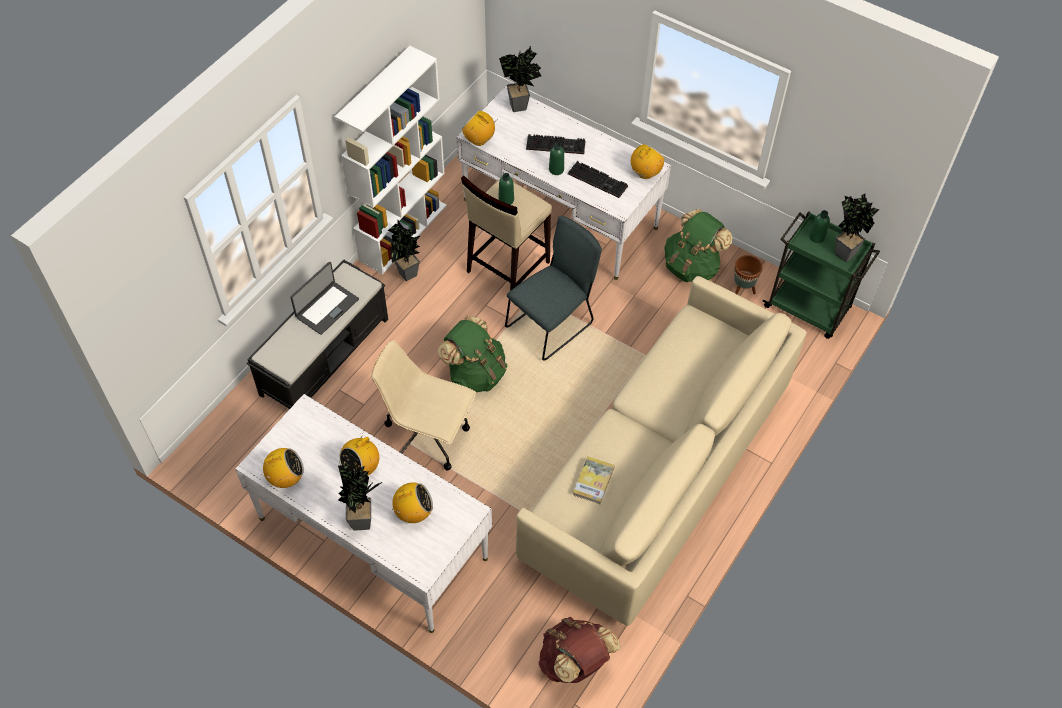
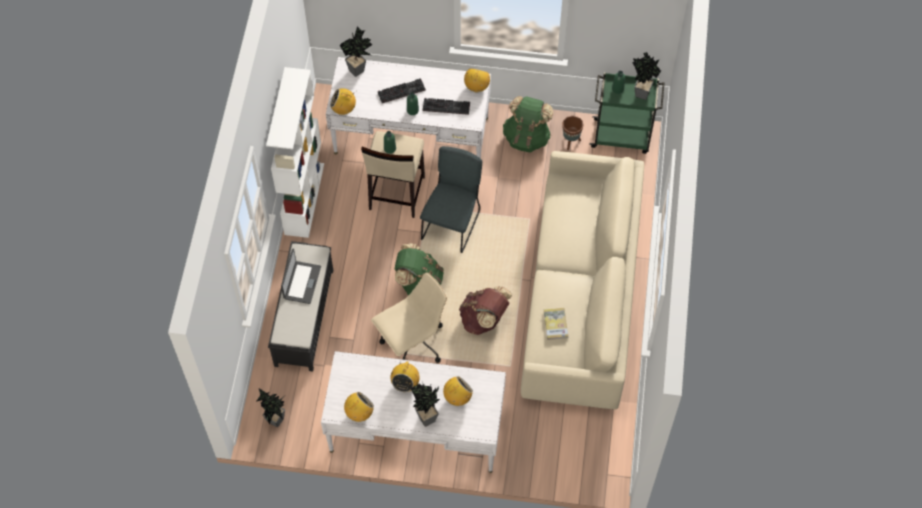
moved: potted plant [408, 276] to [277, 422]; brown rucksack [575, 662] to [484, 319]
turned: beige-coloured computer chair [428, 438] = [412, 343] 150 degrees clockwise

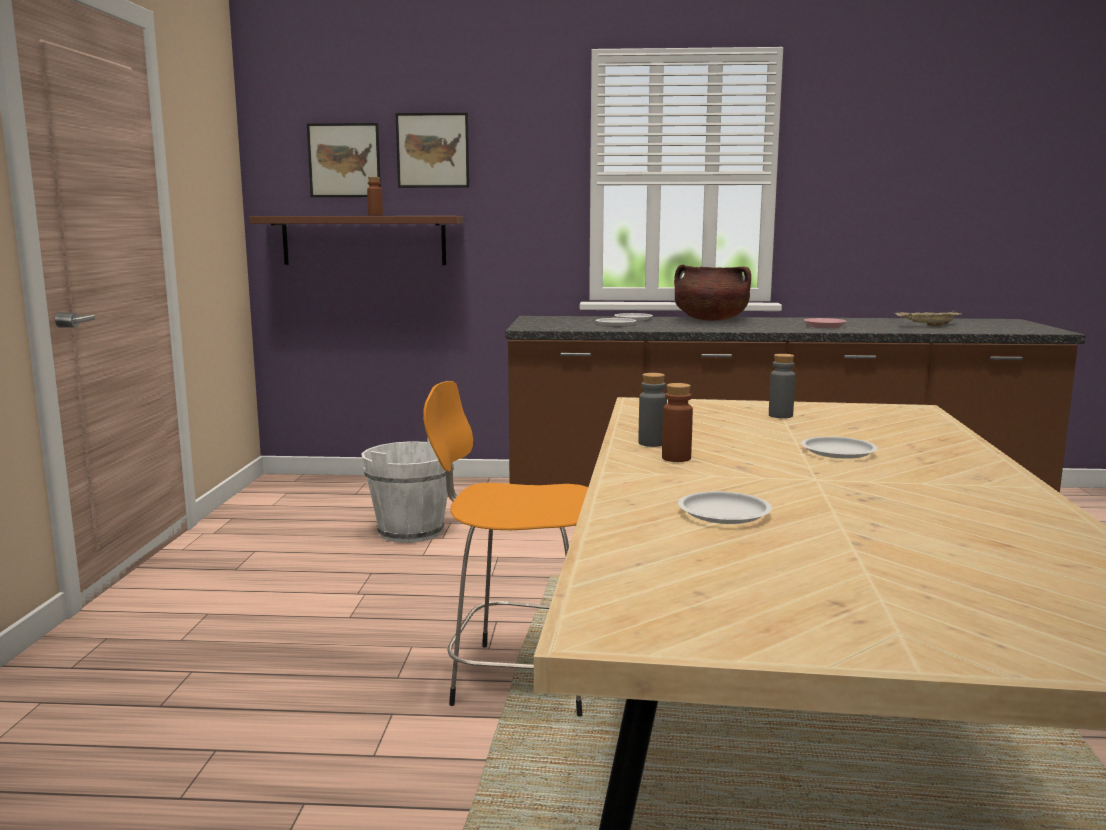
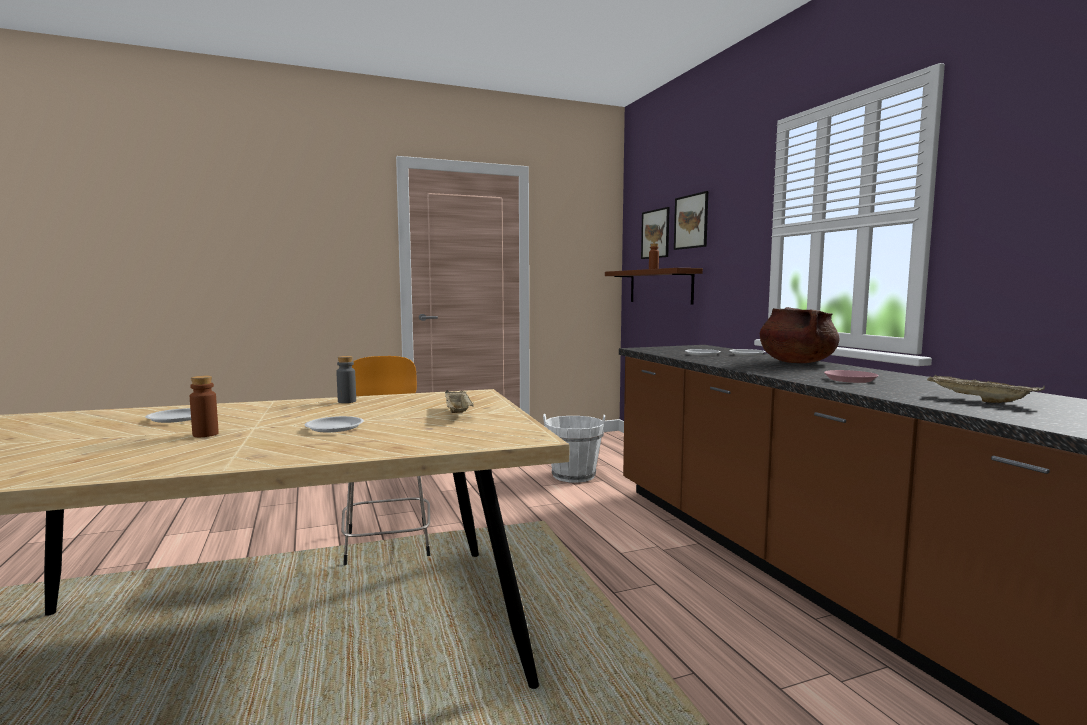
moved: brown drink bottle [676, 458] to [205, 434]
replaced: gray drink bottle [780, 416] to beige-coloured tray [458, 413]

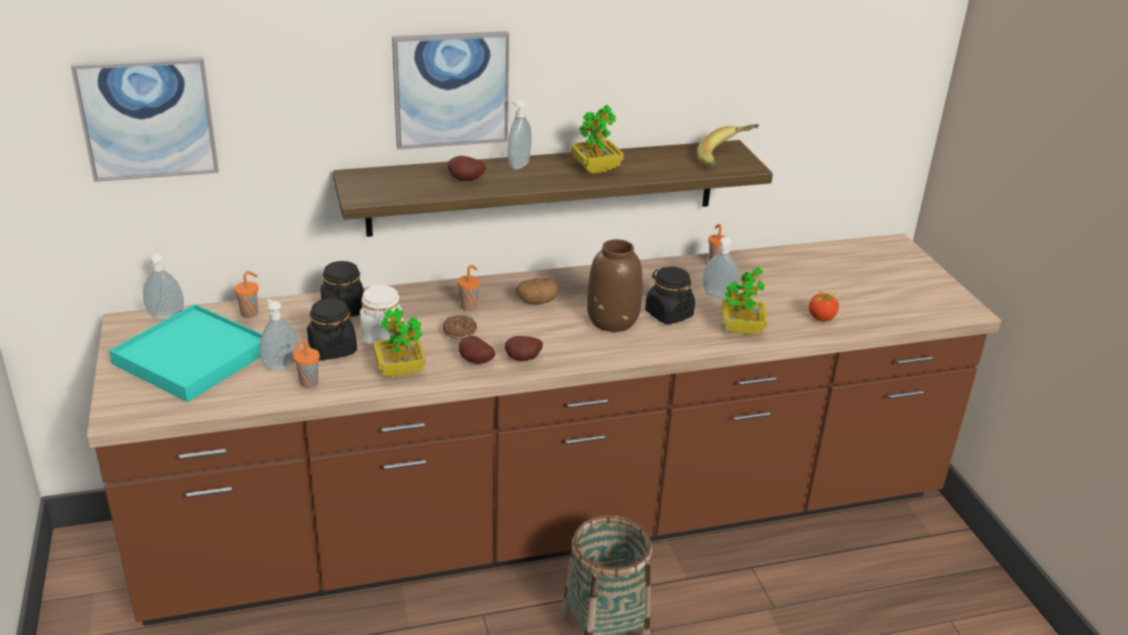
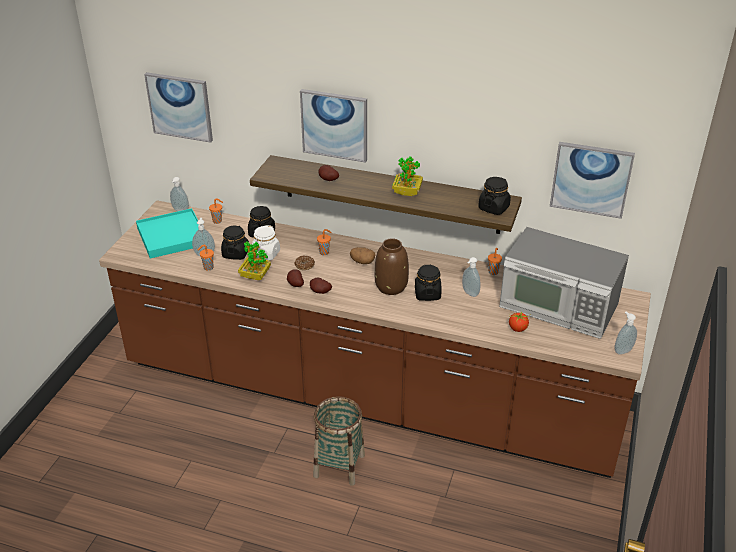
removed: potted plant [742, 329]
added: microwave oven [558, 306]; wall art [591, 179]
moved: liquid soap bottle [517, 165] to [622, 350]
replaced: banana [726, 159] to blackish storage jar [493, 208]

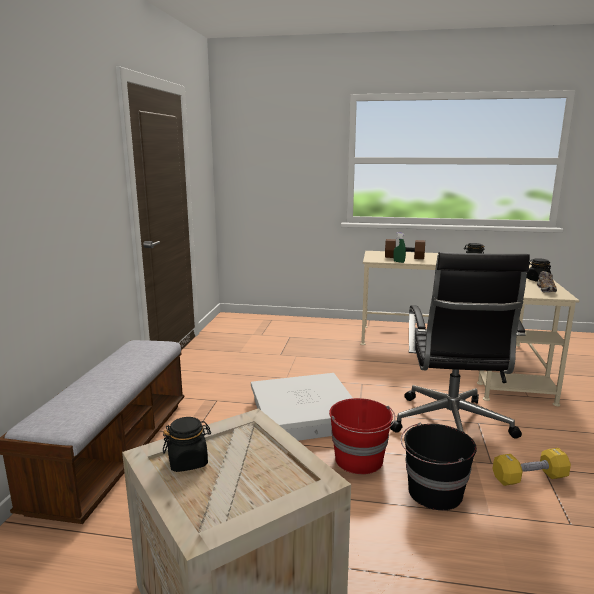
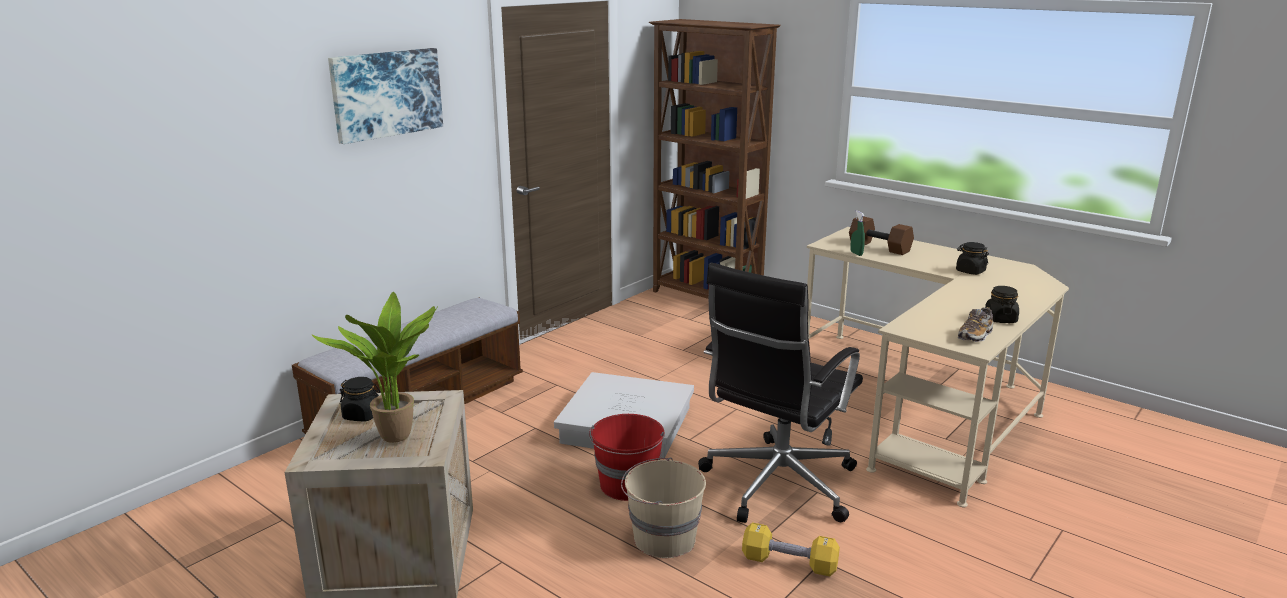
added: potted plant [400, 438]; wall art [386, 94]; brown shelving unit [706, 298]
recoloured: blackish water bucket [434, 493] to beige-coloured water bucket [663, 539]

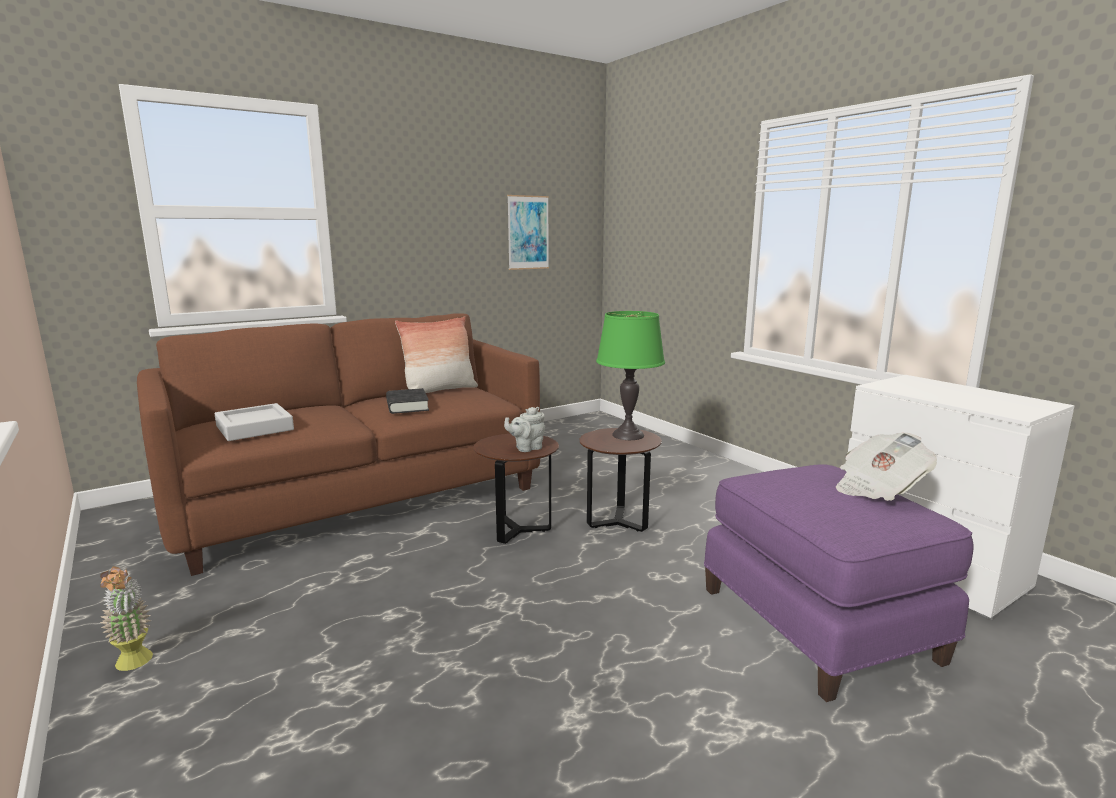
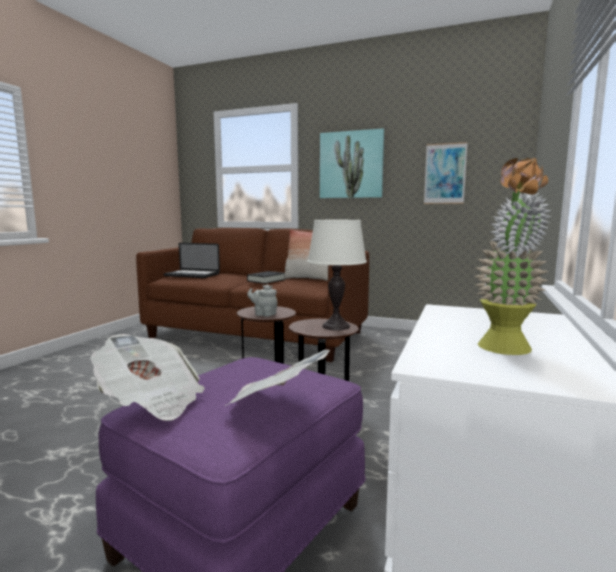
added: newspaper [151, 400]; wall art [351, 165]
moved: potted plant [135, 665] to [506, 351]
replaced: gray tray [254, 428] to portable computer [192, 275]
recoloured: green-coloured table lamp [627, 435] to white-coloured table lamp [336, 326]

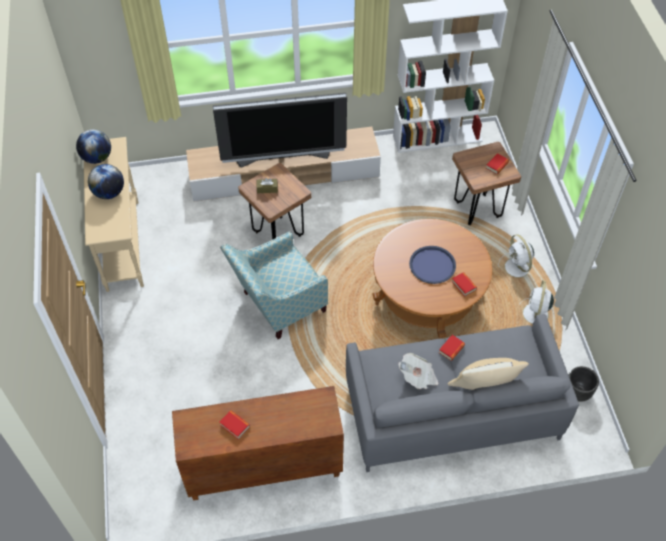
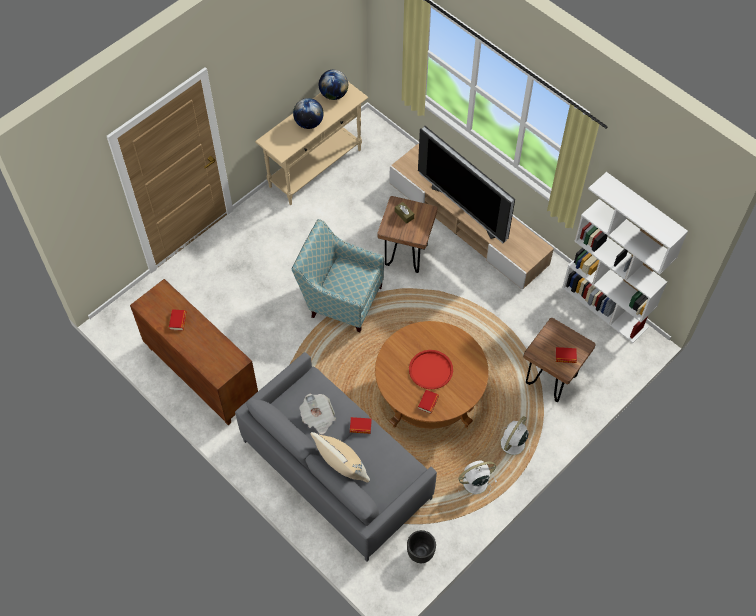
recoloured: blue tray [432, 265] to red tray [430, 370]

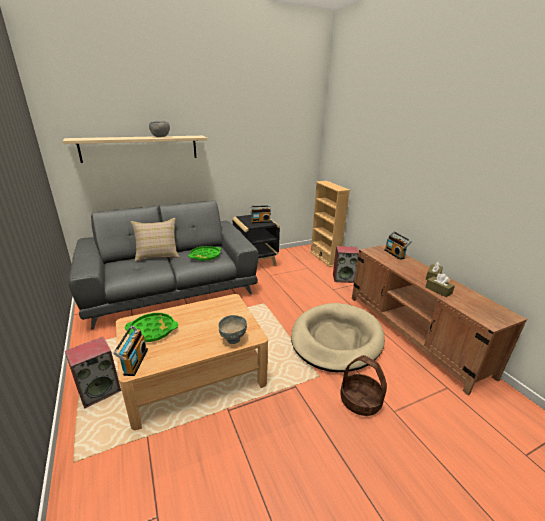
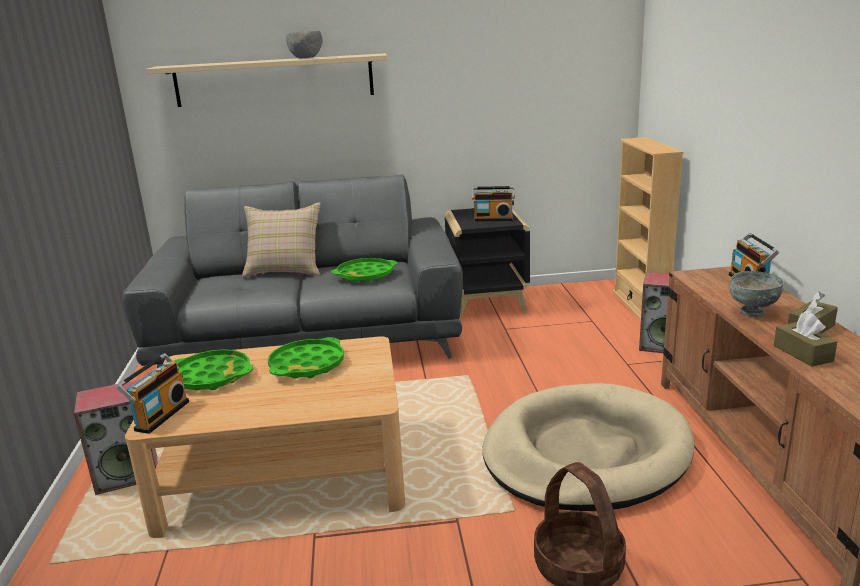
added: green-coloured tray [307, 365]
moved: gray serving bowl [233, 340] to [752, 313]

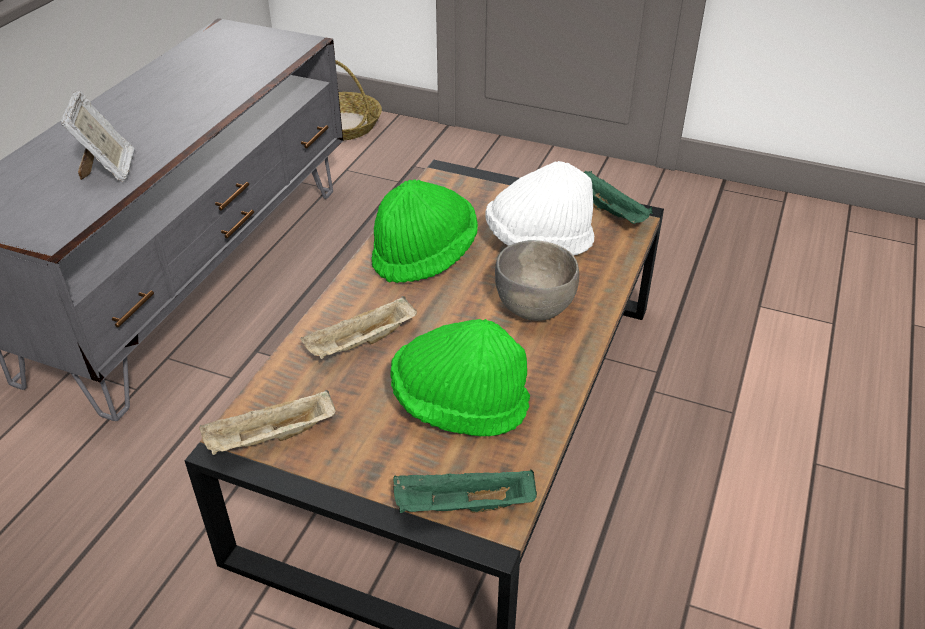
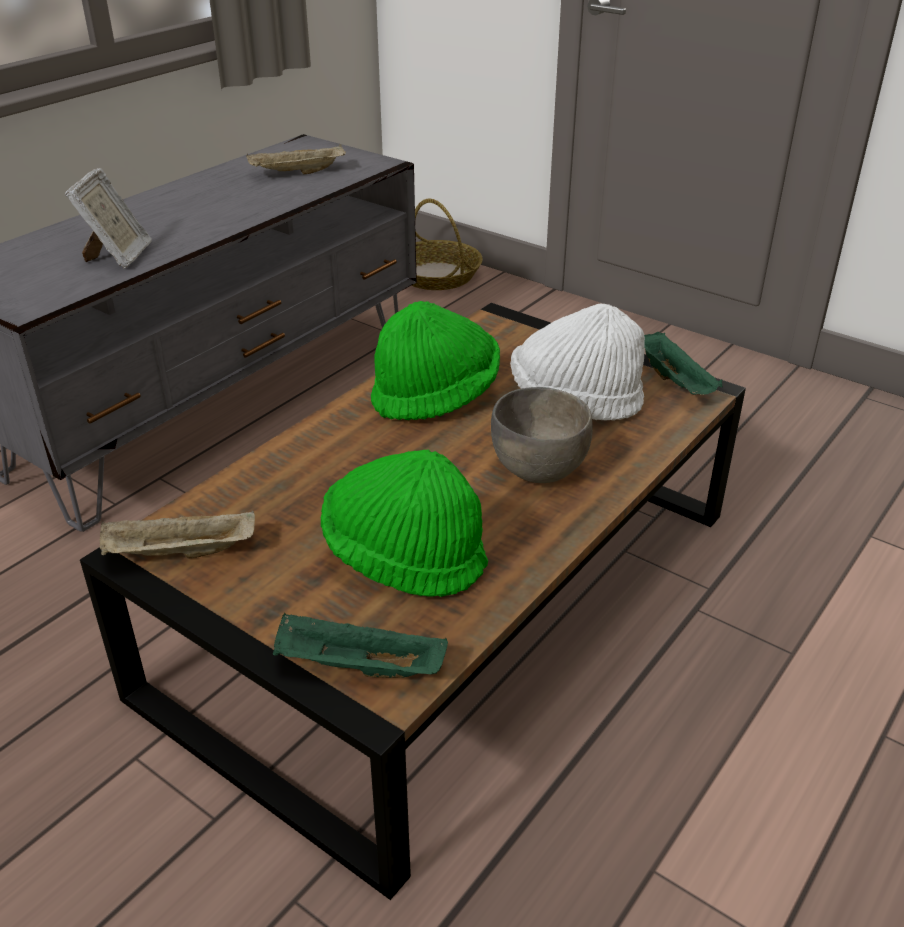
moved: beige-coloured tray [361, 344] to [297, 173]

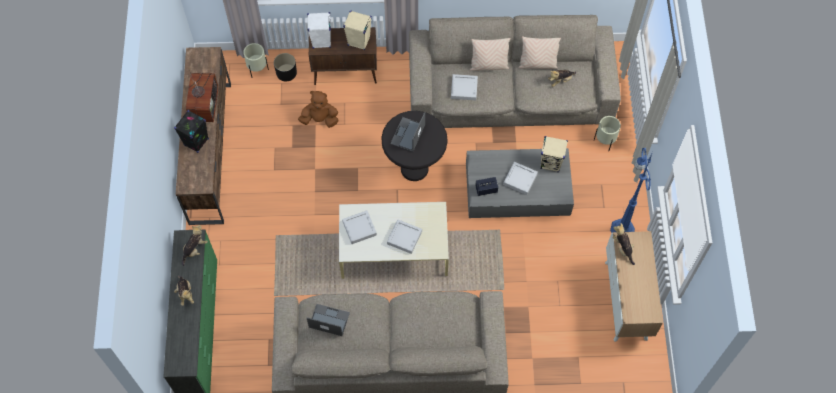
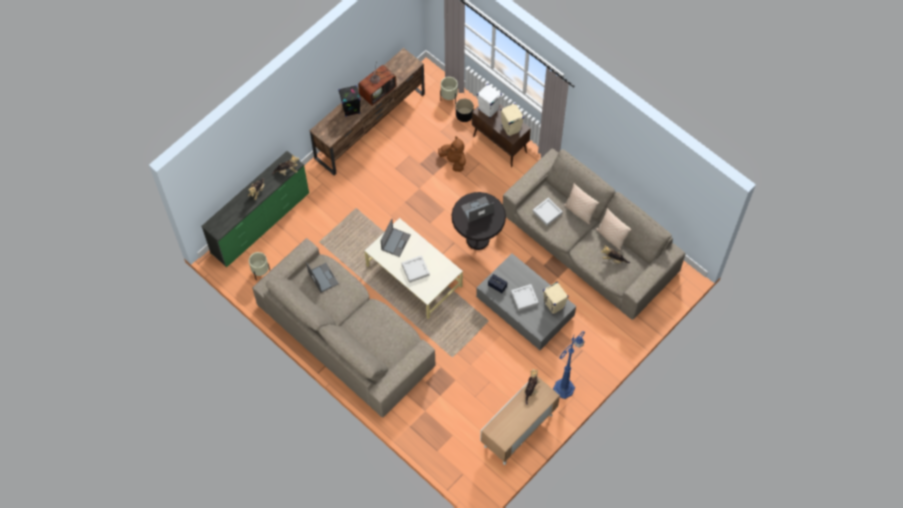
moved: beige-coloured planter [604, 142] to [261, 272]
replaced: gray tray [359, 228] to portable computer [396, 242]

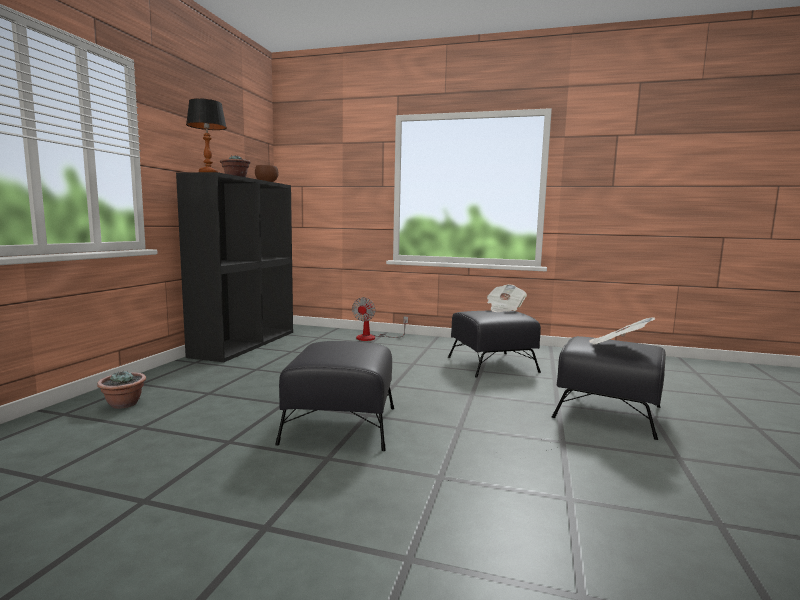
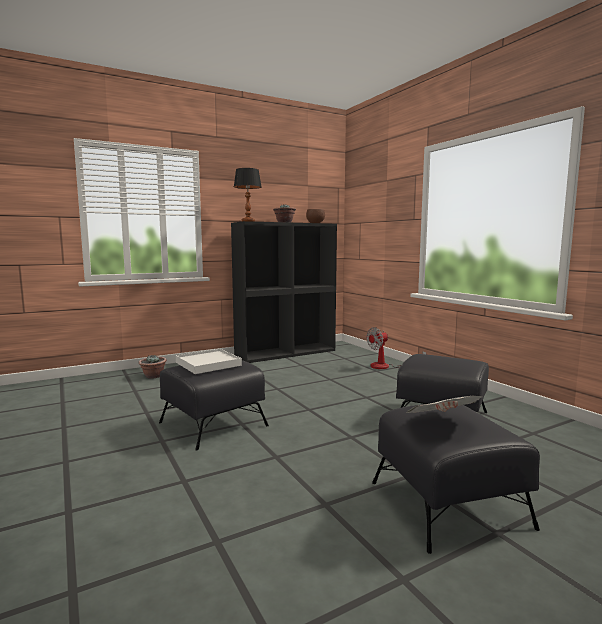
removed: newspaper [504, 309]
added: white-coloured tray [208, 364]

